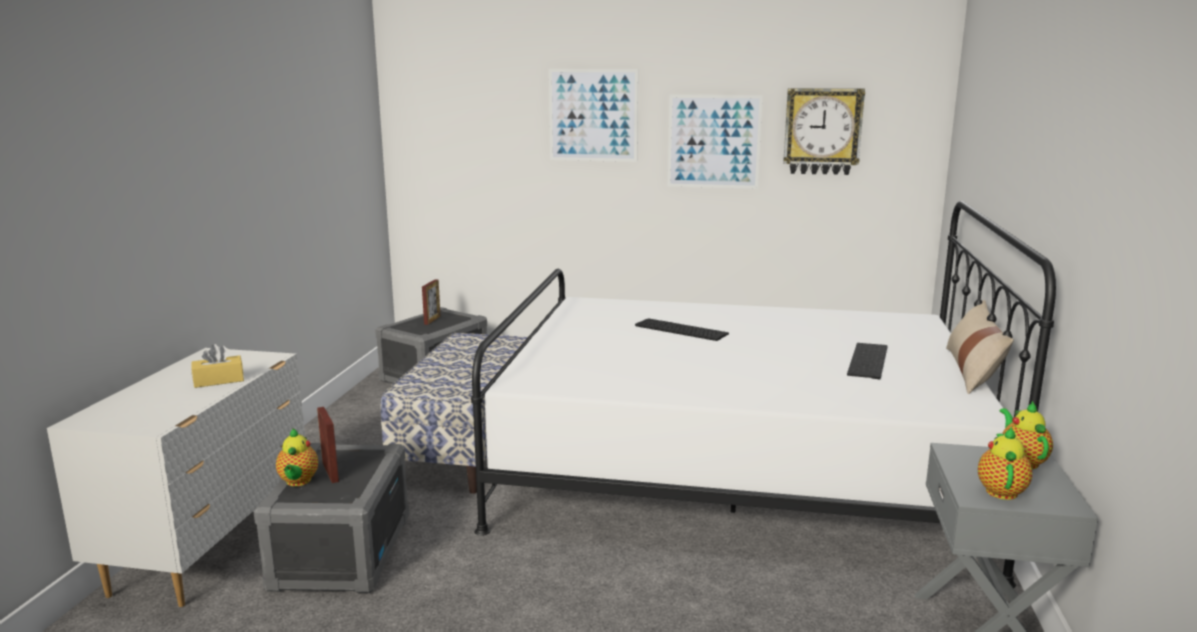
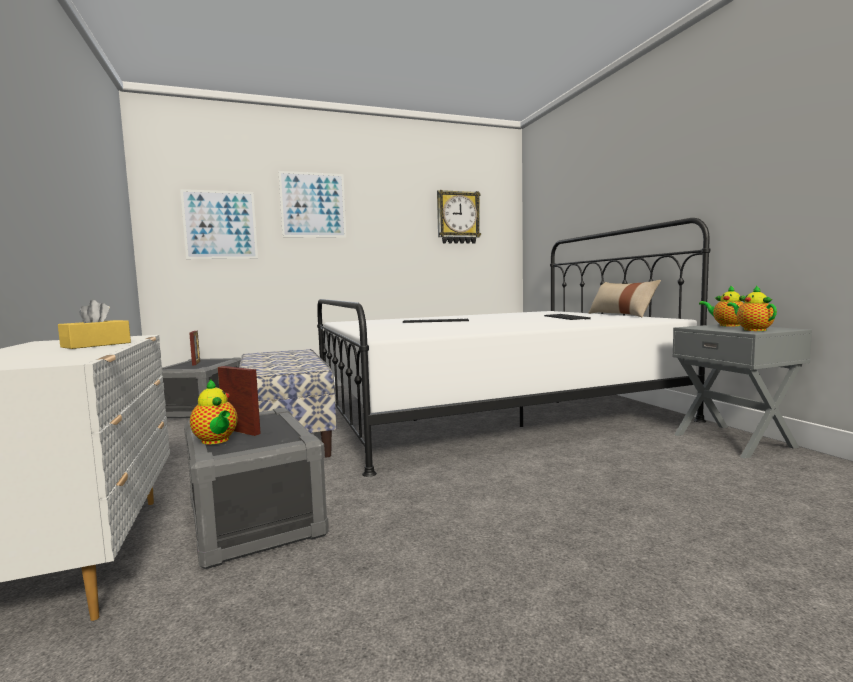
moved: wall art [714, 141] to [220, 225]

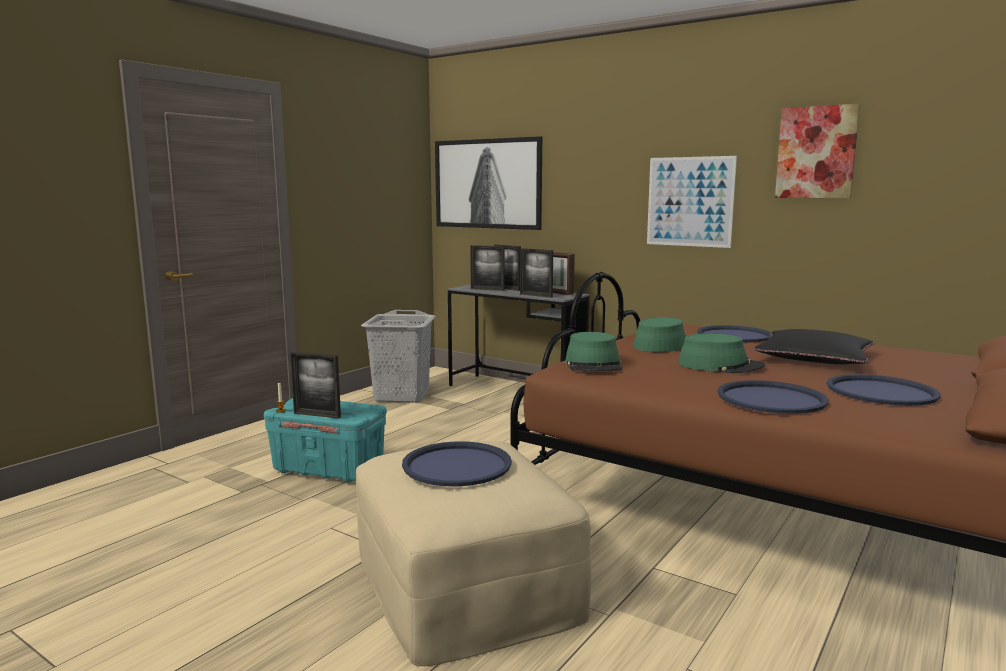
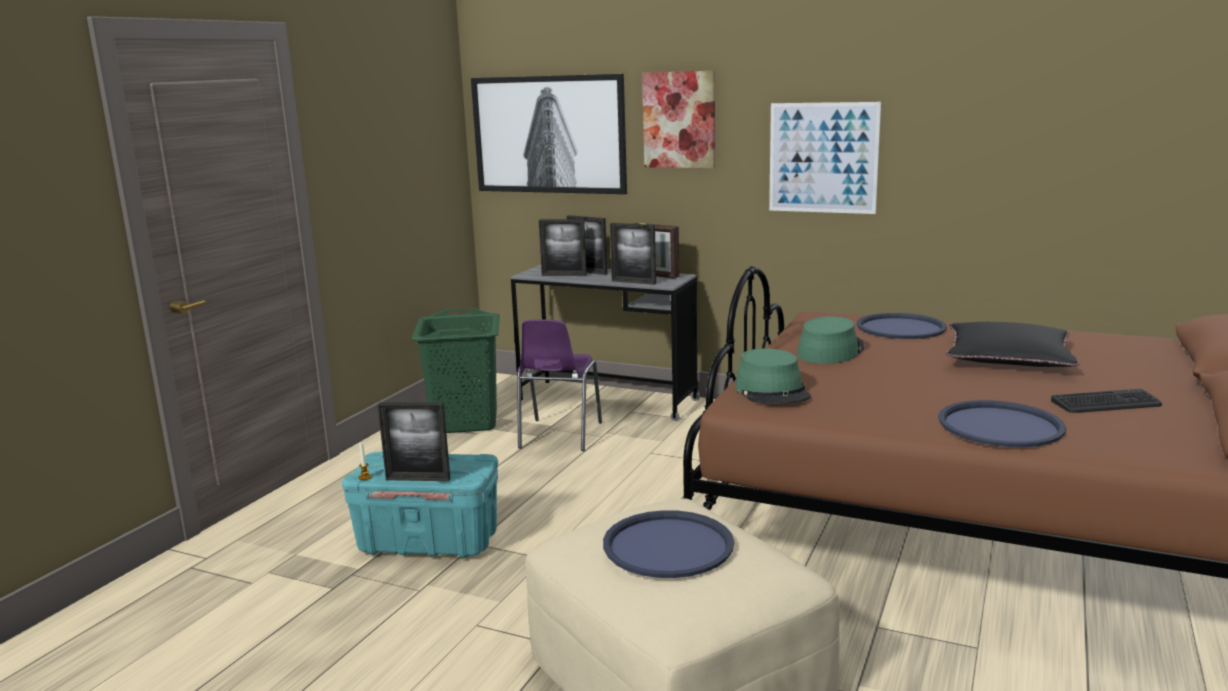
removed: green-coloured clothing hat [720, 366]
added: purple chair [558, 436]
moved: wall art [816, 152] to [679, 120]
replaced: blue tray [881, 392] to PC keyboard [1106, 403]
recoloured: gray laundry basket [402, 396] to green-coloured laundry basket [466, 421]

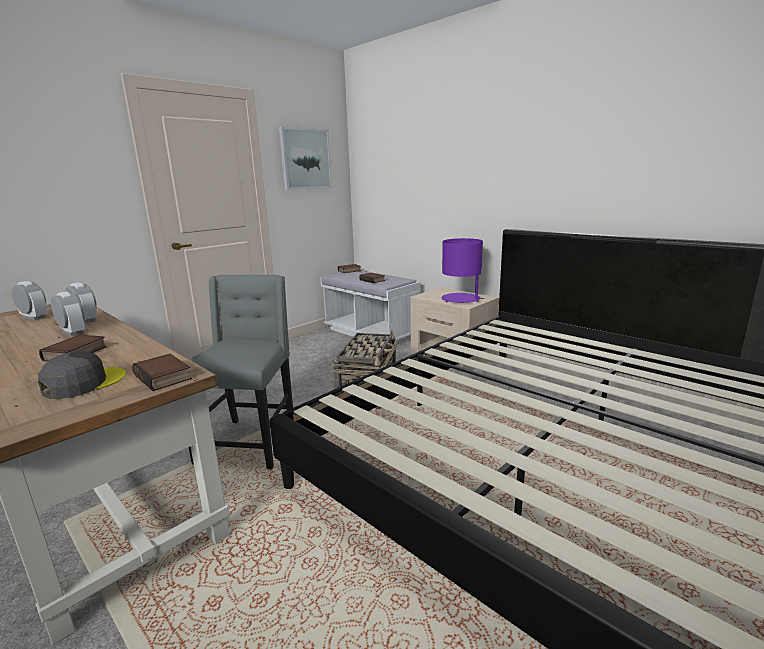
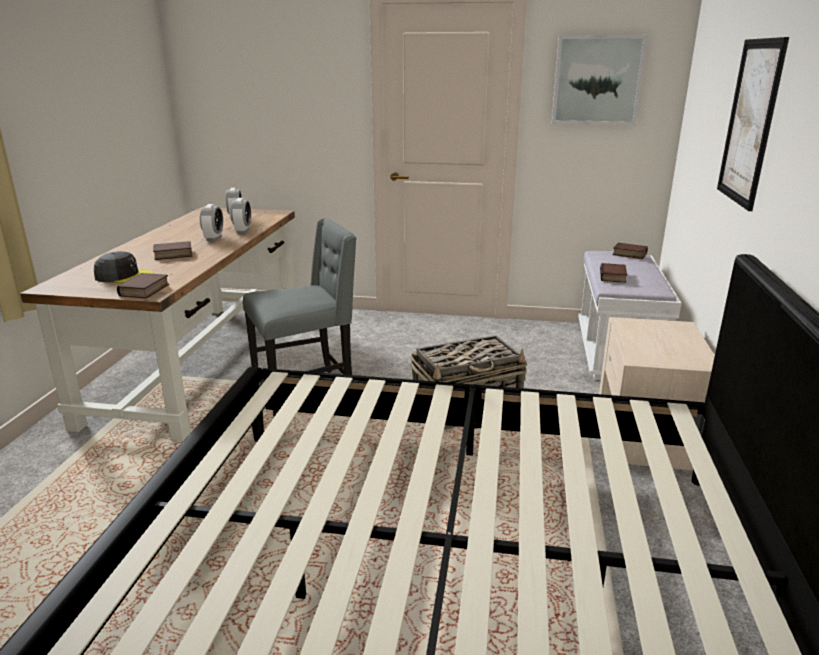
removed: purple table lamp [461, 299]
added: wall art [750, 122]

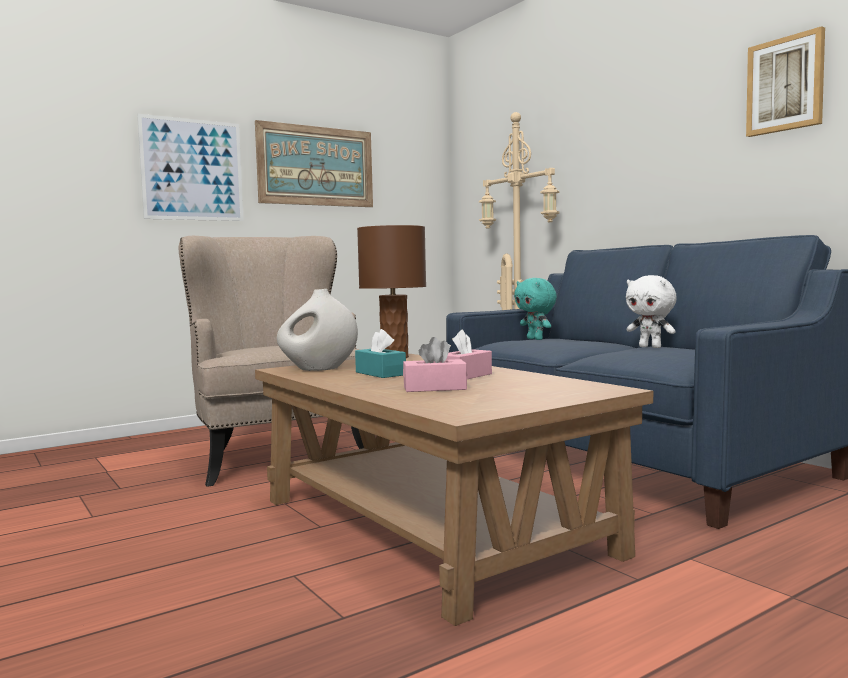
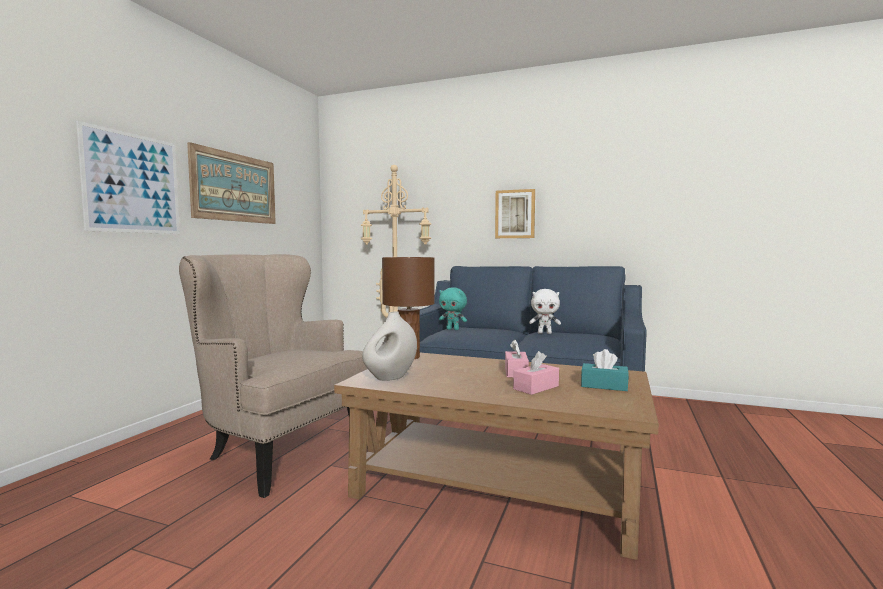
moved: blue-green tissue holder [380, 373] to [604, 386]; wall art [785, 85] to [515, 214]

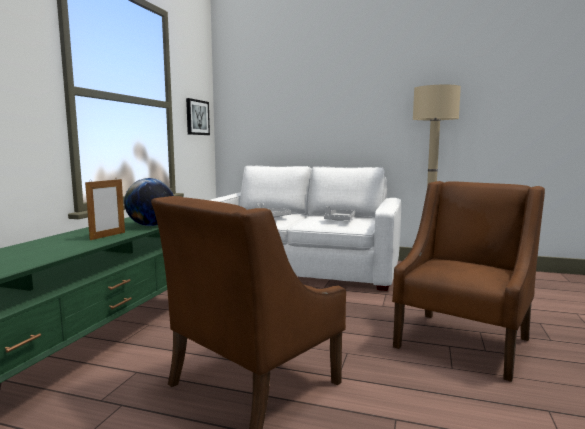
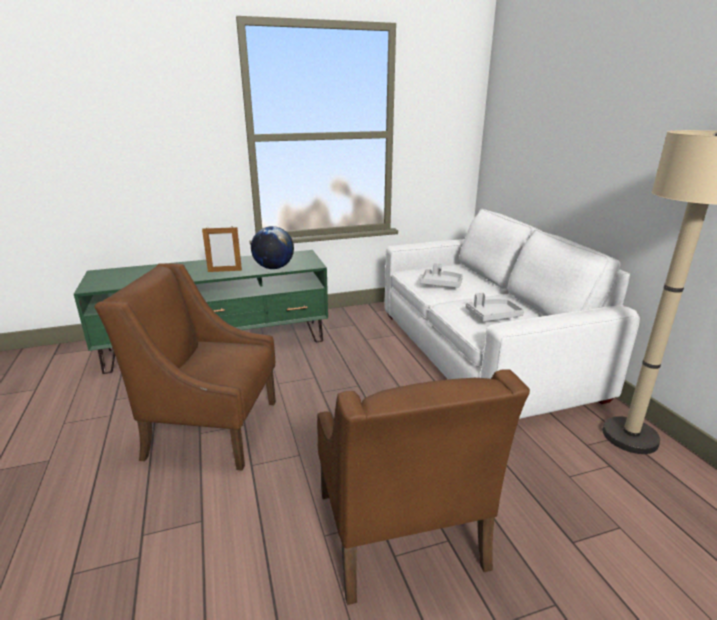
removed: wall art [197, 117]
turned: brown easy chair [463, 342] = [399, 531] 75 degrees clockwise

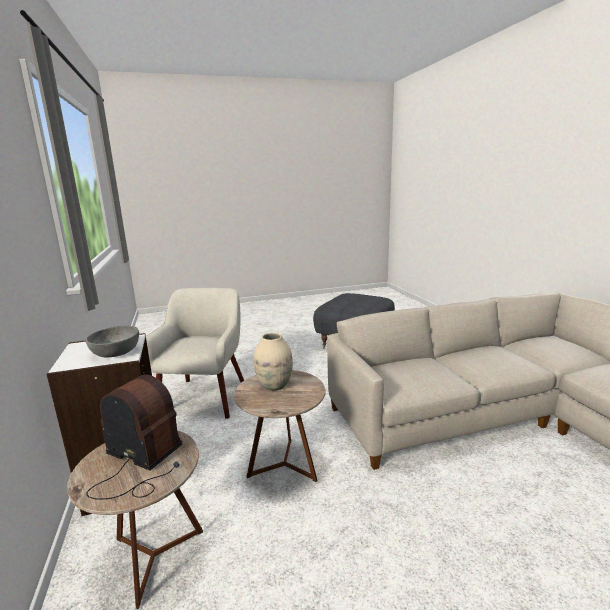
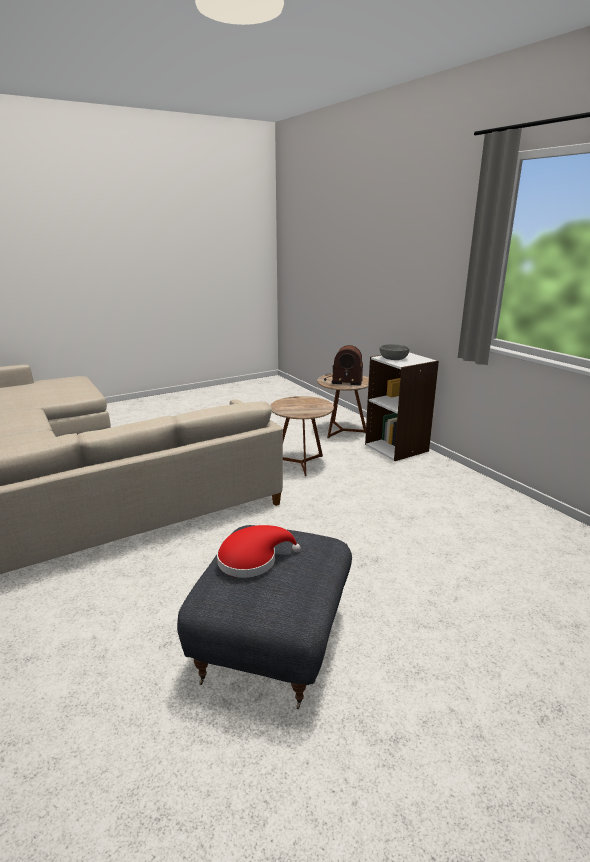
removed: beige-coloured easy chair [205, 396]; beige-coloured decorative vase [274, 385]
added: red clothing hat [252, 560]

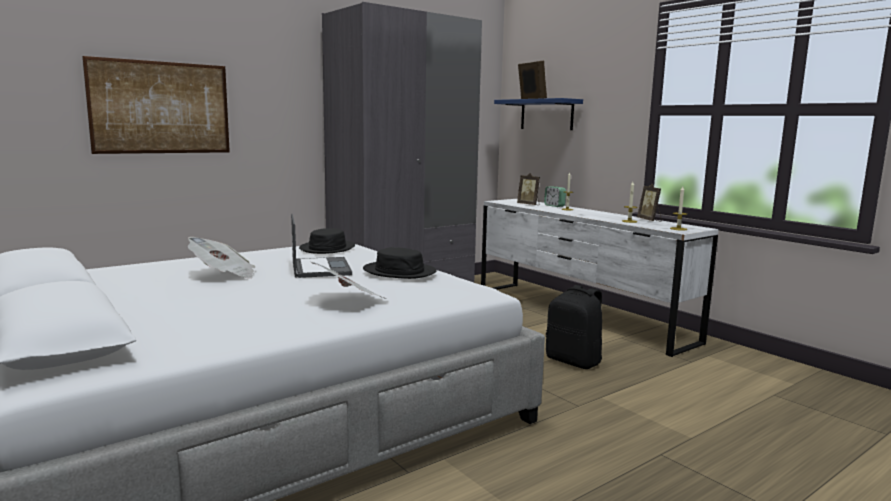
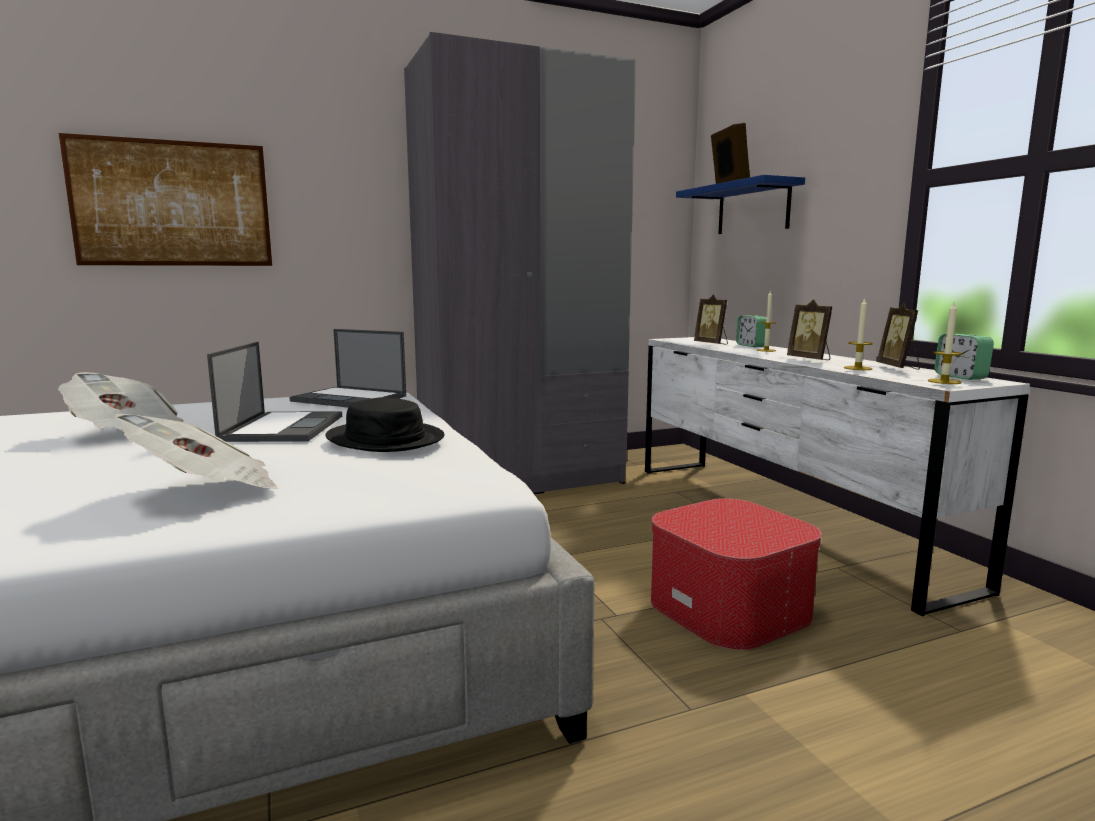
added: standing frame [810, 359]; alarm clock [960, 377]
replaced: blackish clothing hat [327, 248] to portable computer [351, 399]; blackish rucksack [574, 361] to footrest [730, 607]

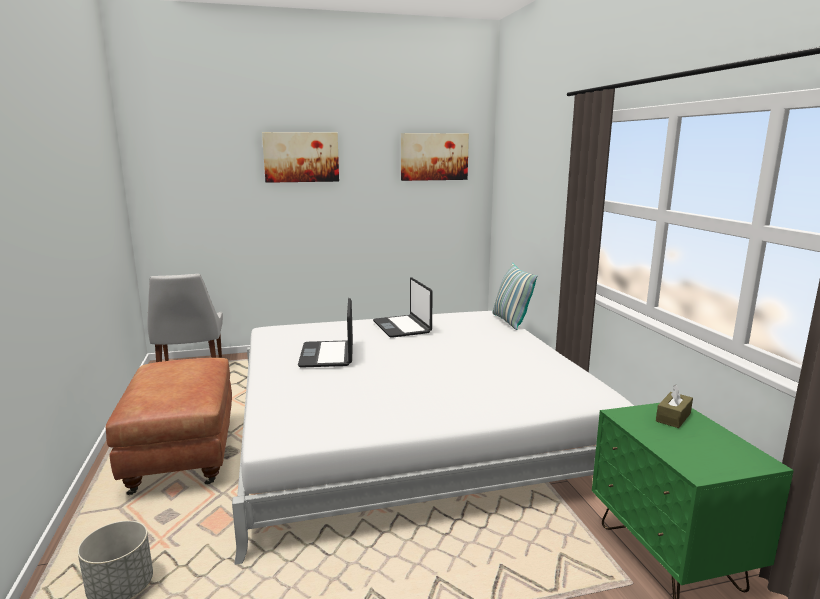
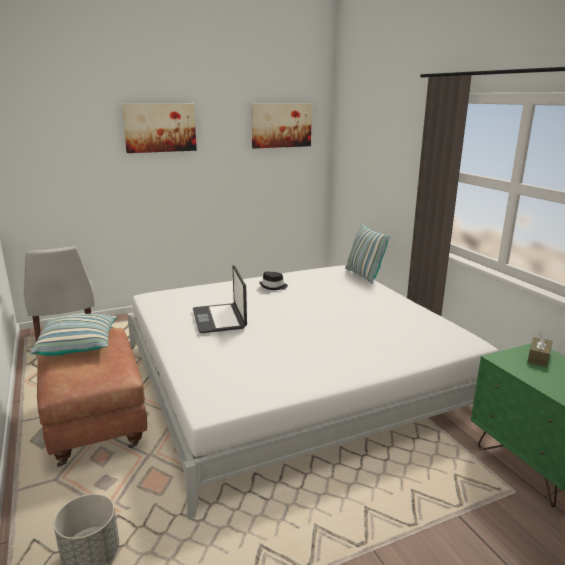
added: pillow [78, 345]
replaced: portable computer [402, 327] to blackish clothing hat [273, 286]

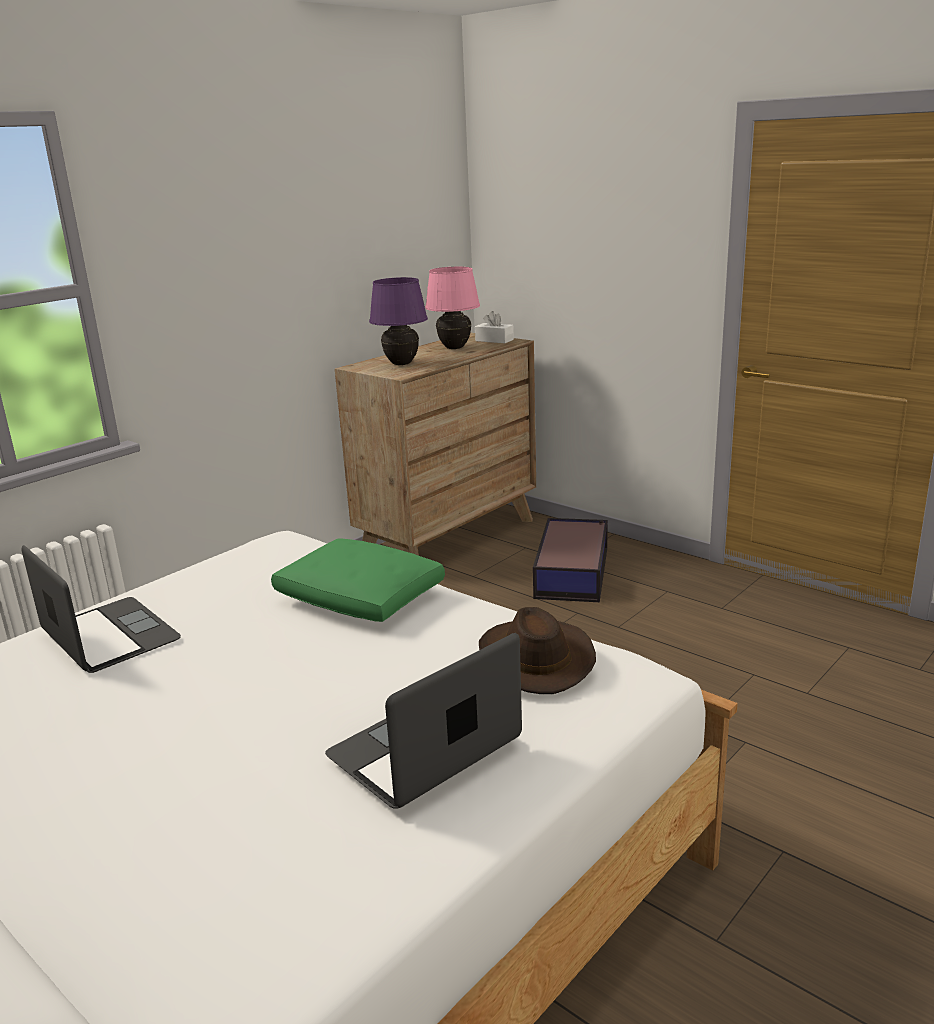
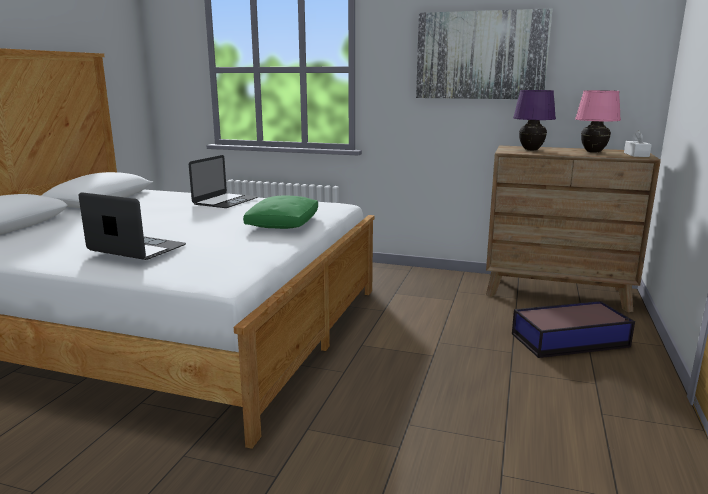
removed: brown clothing hat [534, 659]
added: wall art [481, 55]

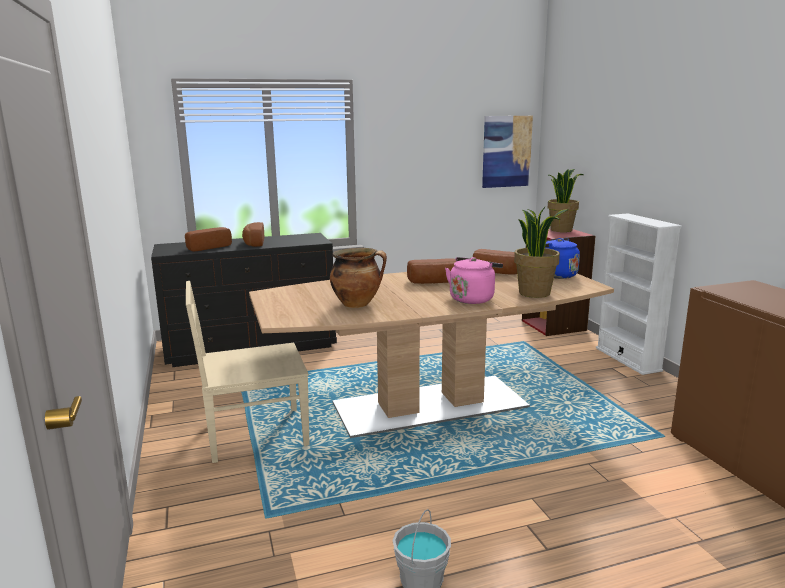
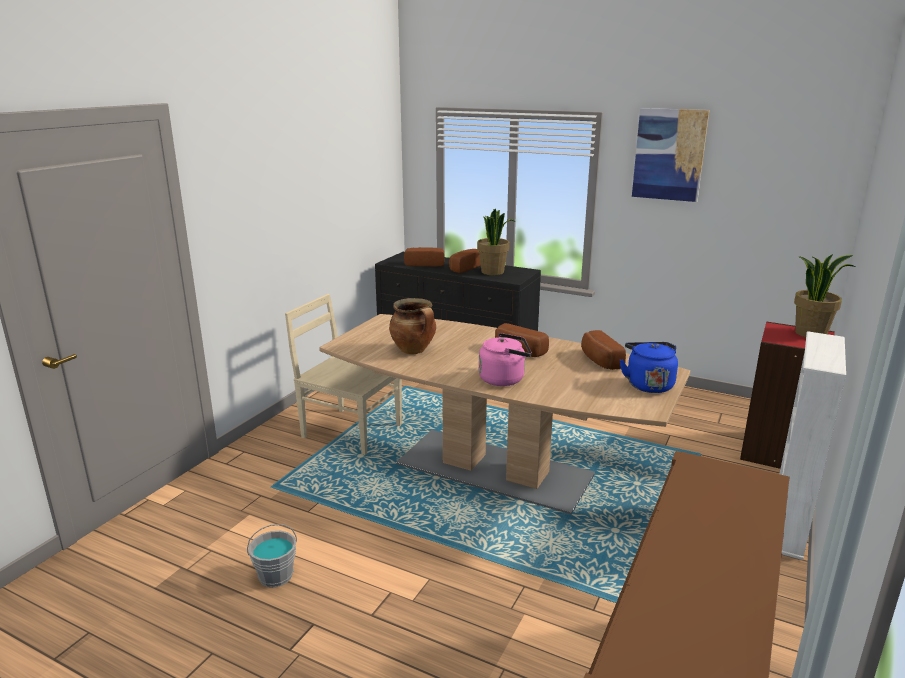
moved: wall art [506, 151] to [669, 154]; potted plant [535, 293] to [493, 272]

